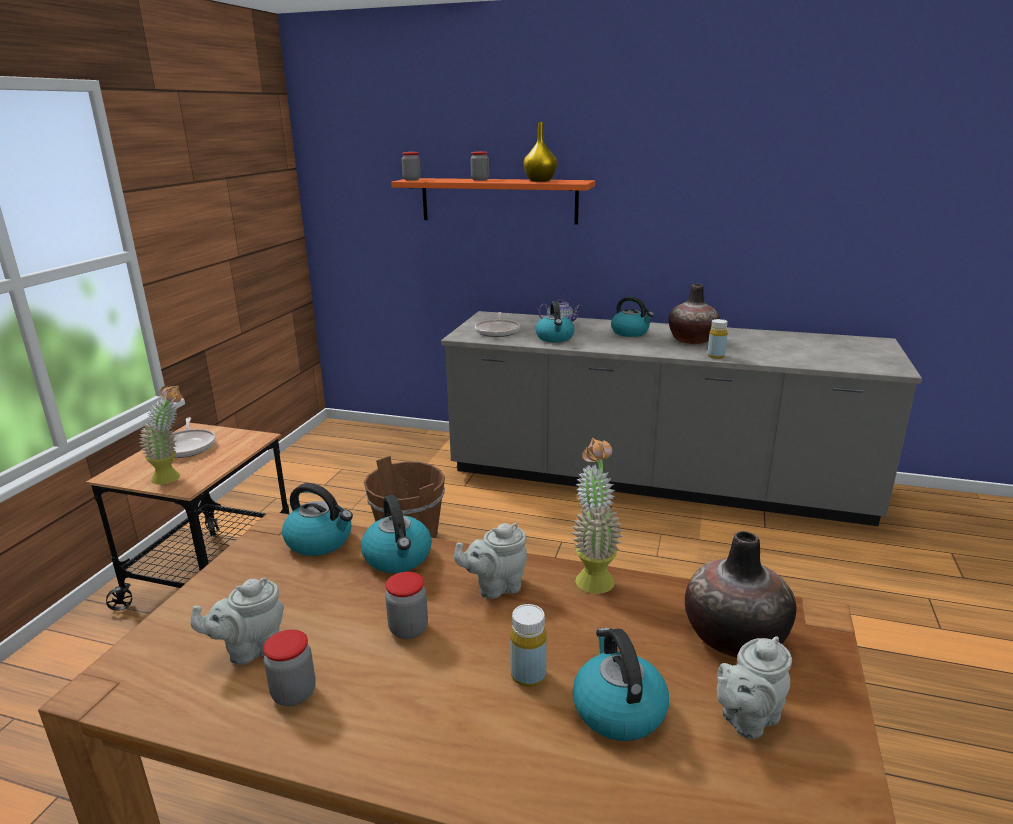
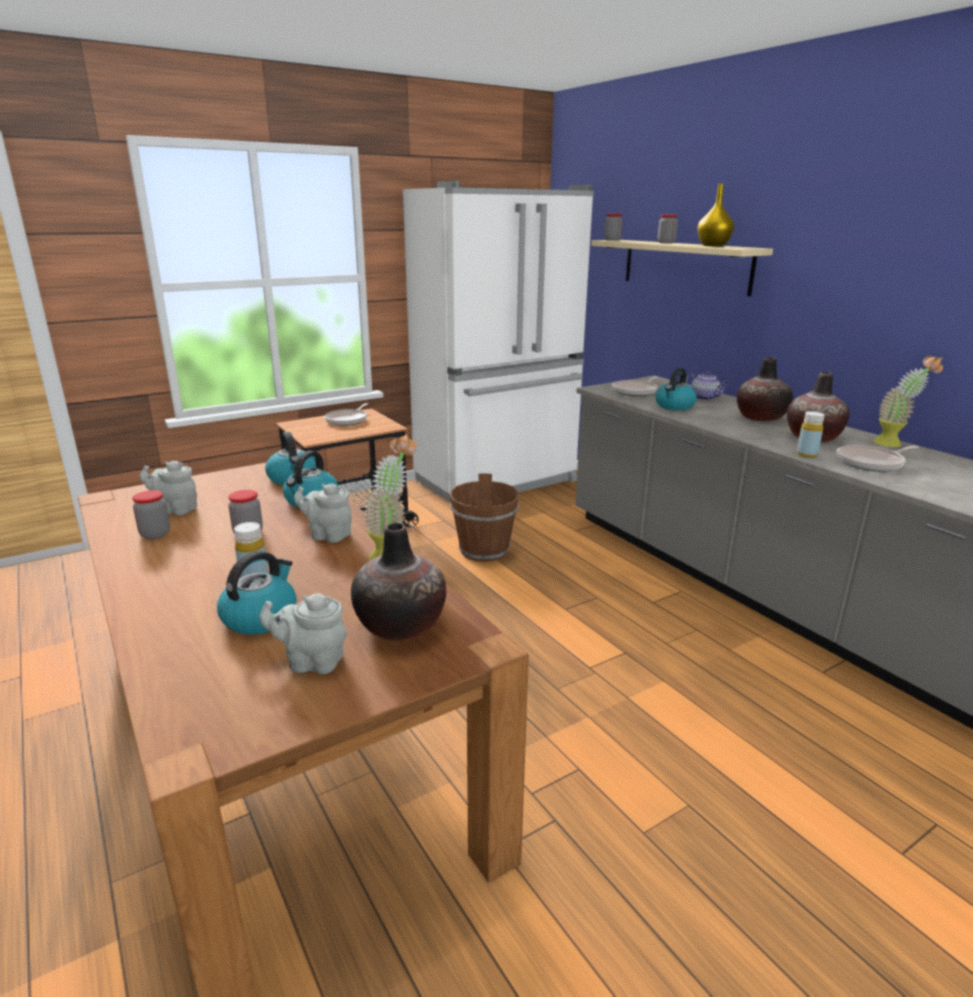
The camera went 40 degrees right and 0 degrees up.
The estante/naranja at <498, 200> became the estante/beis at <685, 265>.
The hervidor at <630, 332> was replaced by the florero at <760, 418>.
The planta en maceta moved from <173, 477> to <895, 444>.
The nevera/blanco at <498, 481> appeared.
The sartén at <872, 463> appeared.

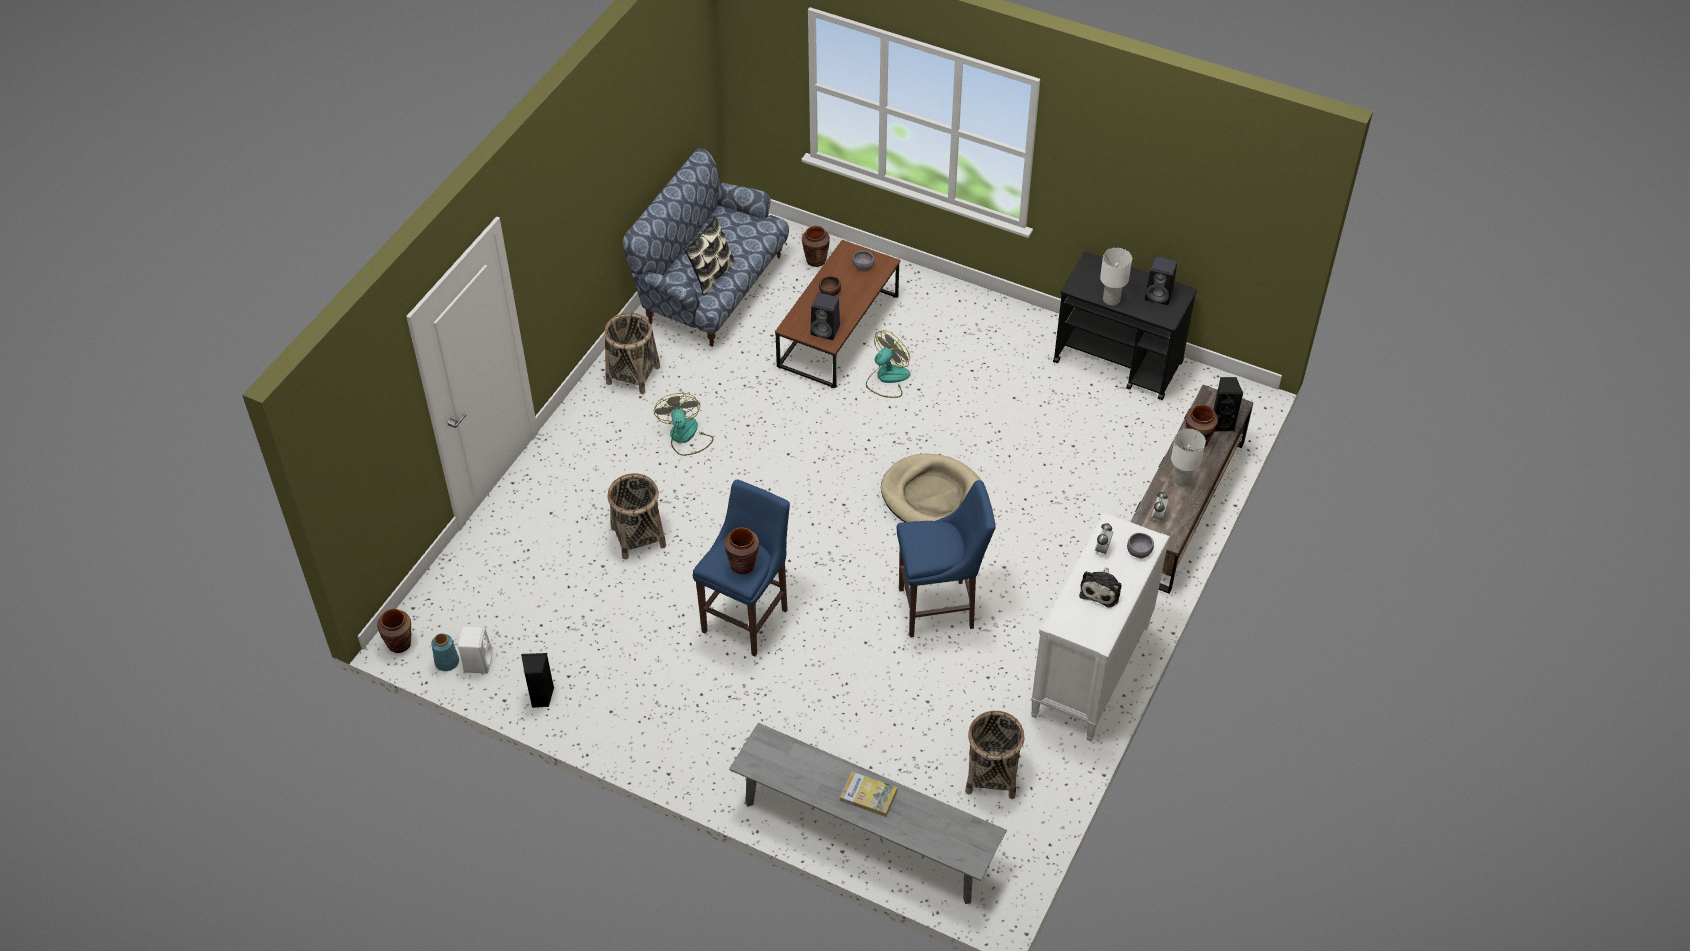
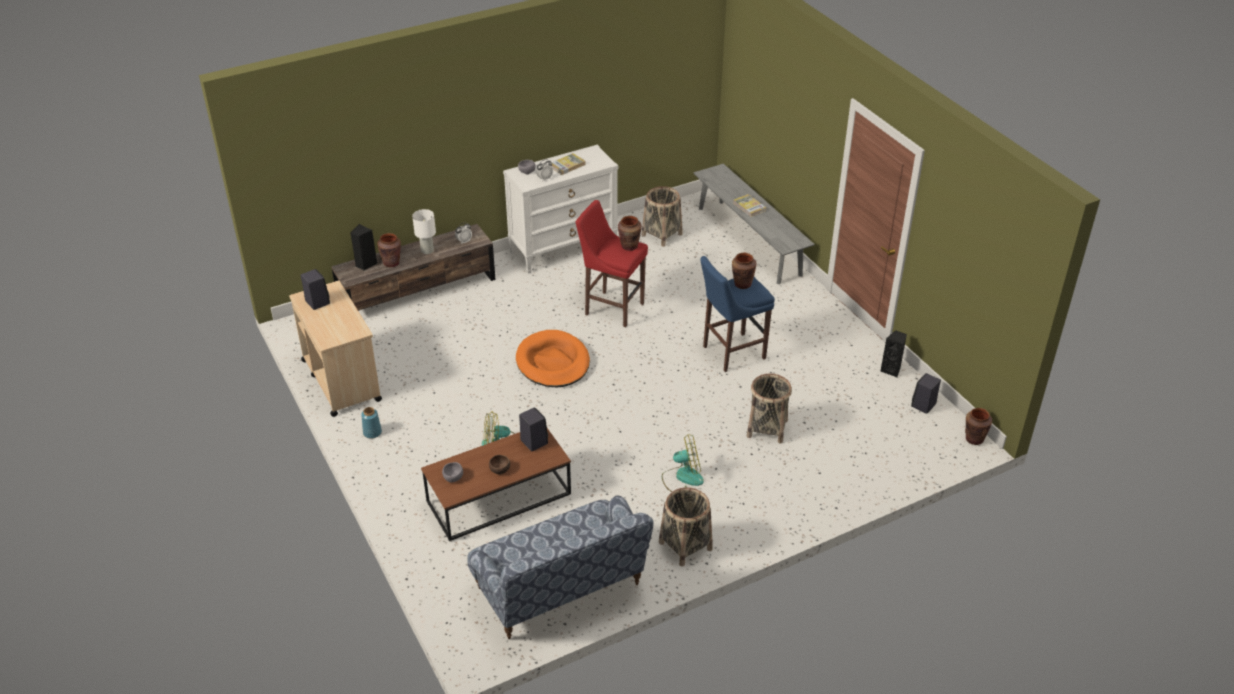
The camera went 145 degrees left and 10 degrees down.
The cojín at <711, 275> disappeared.
The florero/marrón moved from <816, 260> to <629, 246>.
The lámpara de mesa/blanco at <1111, 300> disappeared.
The carrito/negro at <1119, 362> became the carrito/beis at <341, 380>.
The ventilador at <685, 437> turned 120 degrees counterclockwise.
The cama para perro/beis at <933, 496> became the cama para perro/naranja at <553, 362>.
The taburete/azul at <940, 608> became the taburete/rojo at <612, 308>.
The peluche at <1101, 590> was replaced by the libro at <567, 165>.
The altavoz/blanco at <478, 661> became the altavoz/negro at <923, 406>.
The florero/azul moved from <447, 661> to <372, 432>.

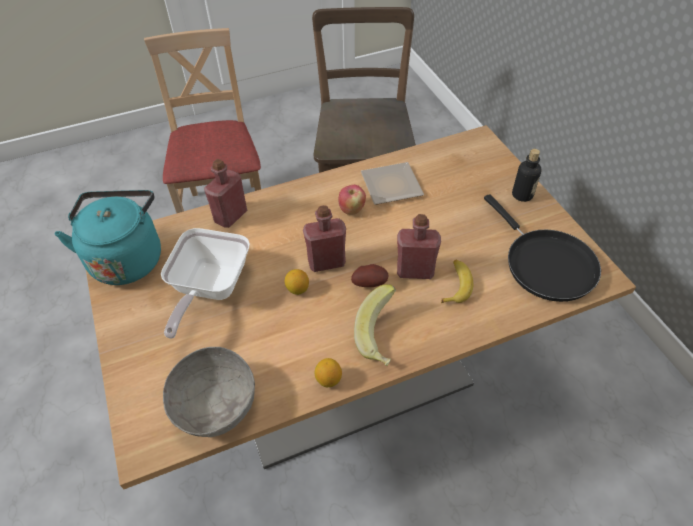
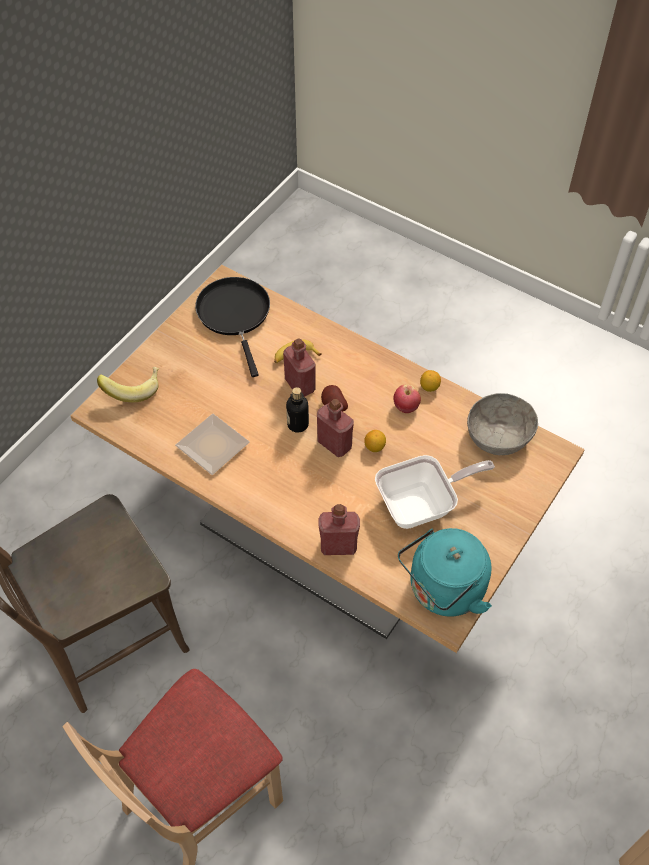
The camera went 125 degrees left and 5 degrees up.
The botella moved from <522, 195> to <298, 424>.
The manzana moved from <351, 209> to <406, 407>.
The sartén/negro at <545, 264> turned 45 degrees counterclockwise.
The plátano moved from <381, 337> to <133, 389>.

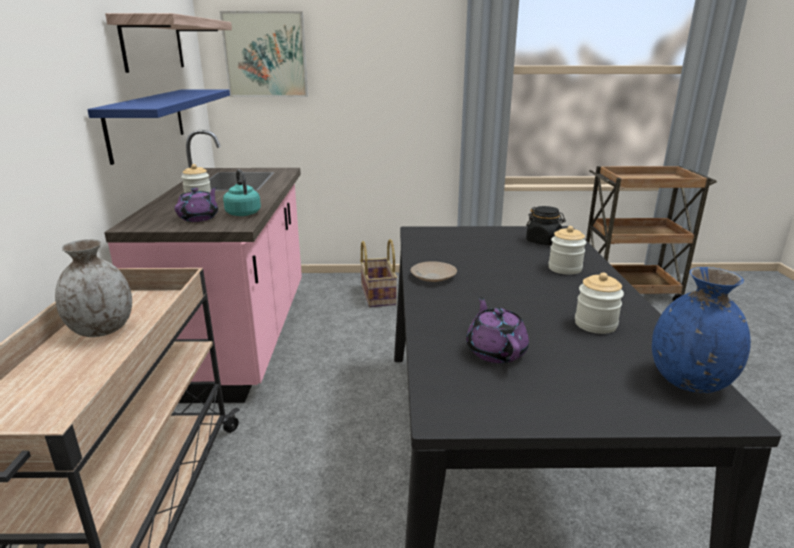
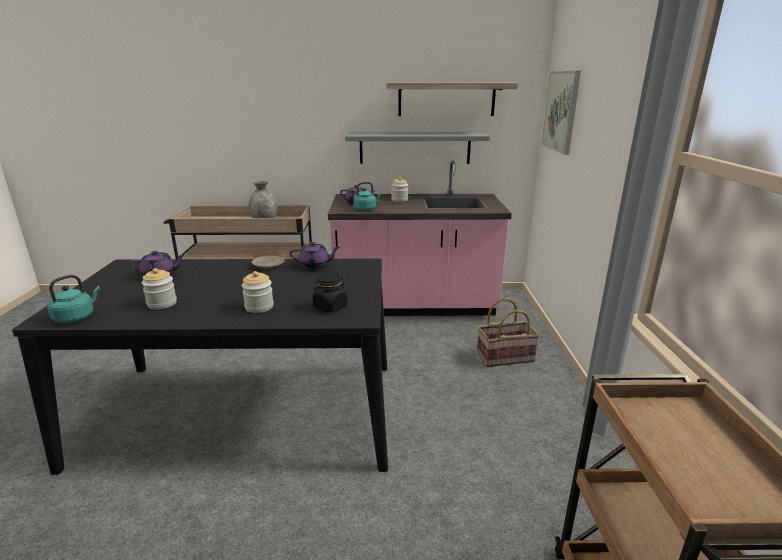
The camera went 90 degrees right and 0 degrees up.
The estante/azul at <147, 122> became the estante/gris at <415, 148>.
The florero/azul at <689, 381> was replaced by the hervidor/turquesa at <76, 317>.
The tetera/morado at <315, 265> appeared.

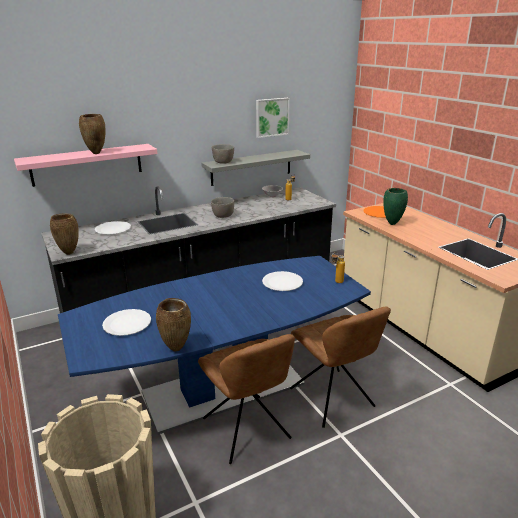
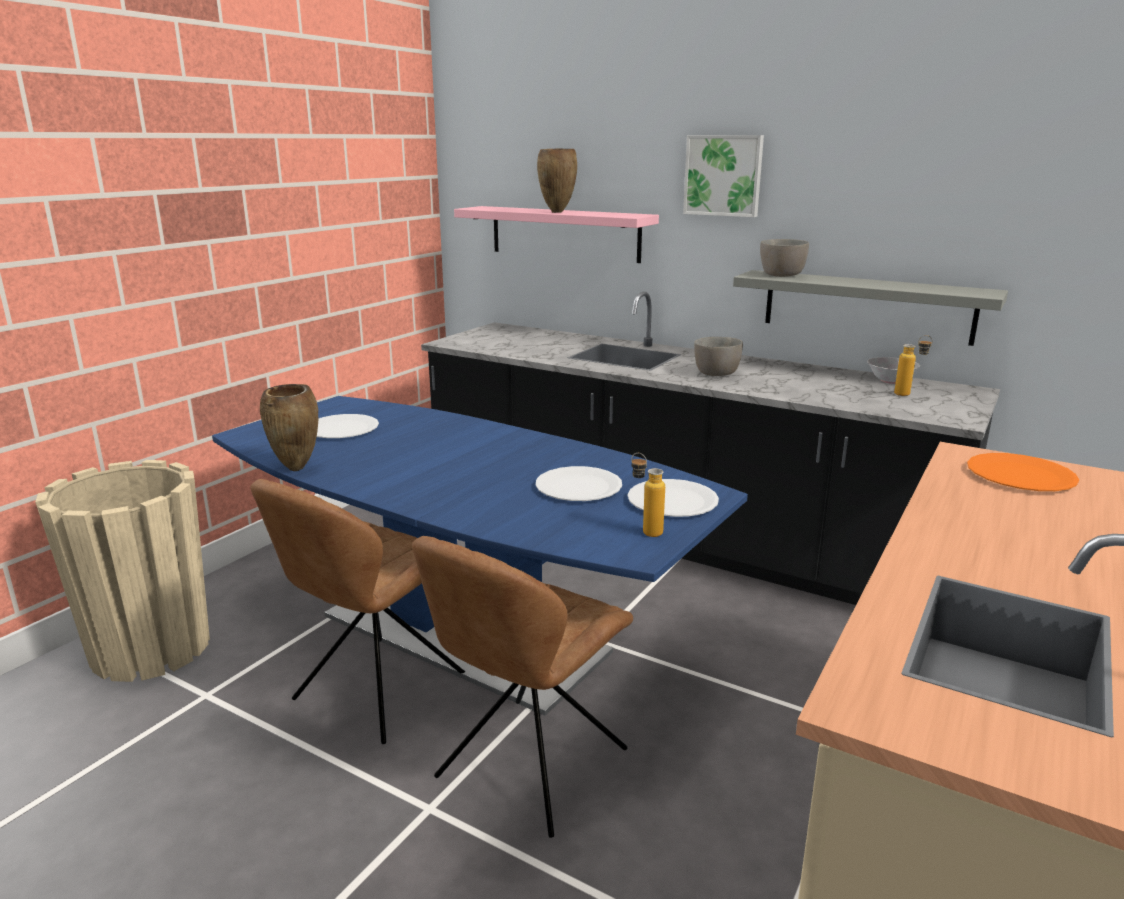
The camera went 60 degrees right and 5 degrees down.
The cuadro moved from <271, 117> to <723, 175>.
The florero/verde at <392, 224> disappeared.
The florero/marrón at <69, 253> disappeared.
The plato/blanco moved from <113, 229> to <672, 501>.

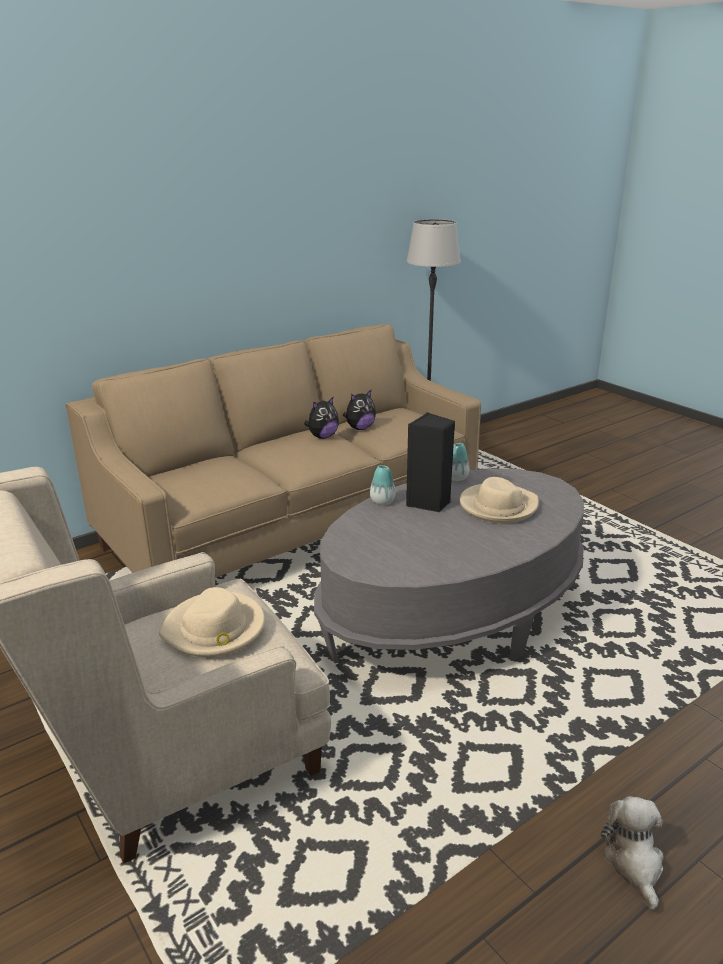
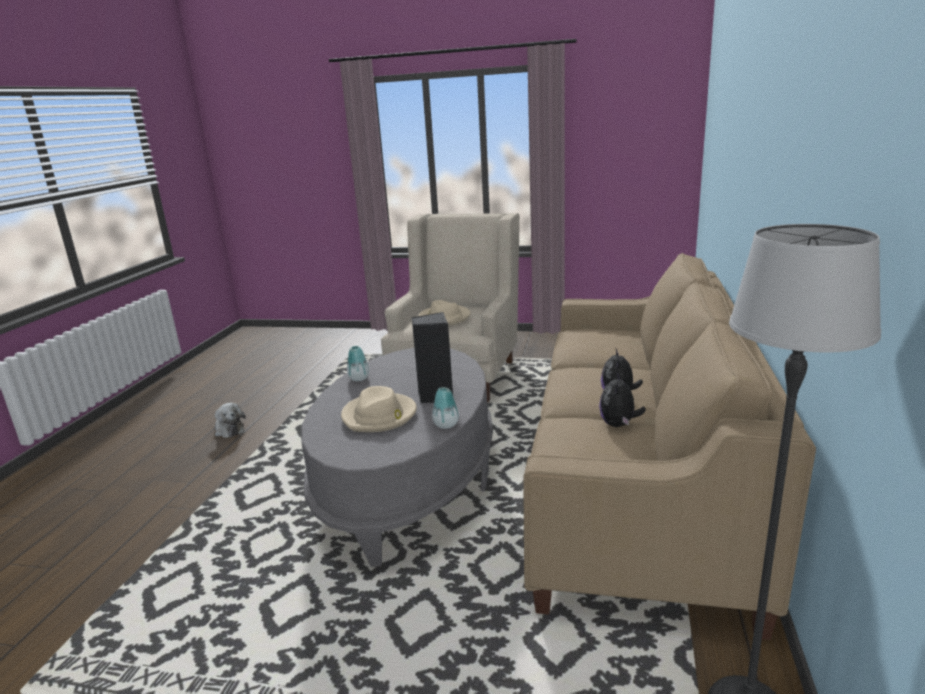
The camera went 140 degrees right and 5 degrees down.
The florero moved from <382, 501> to <359, 378>.

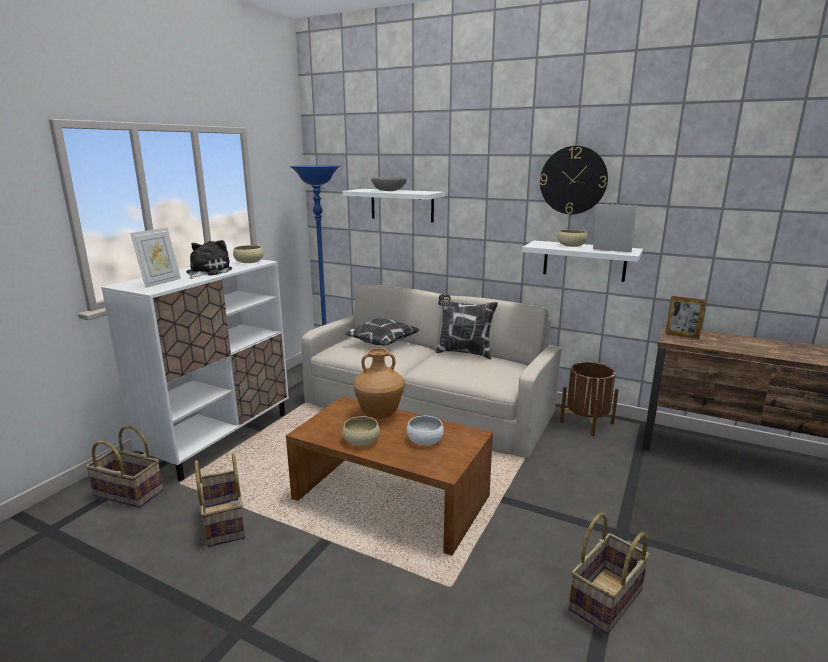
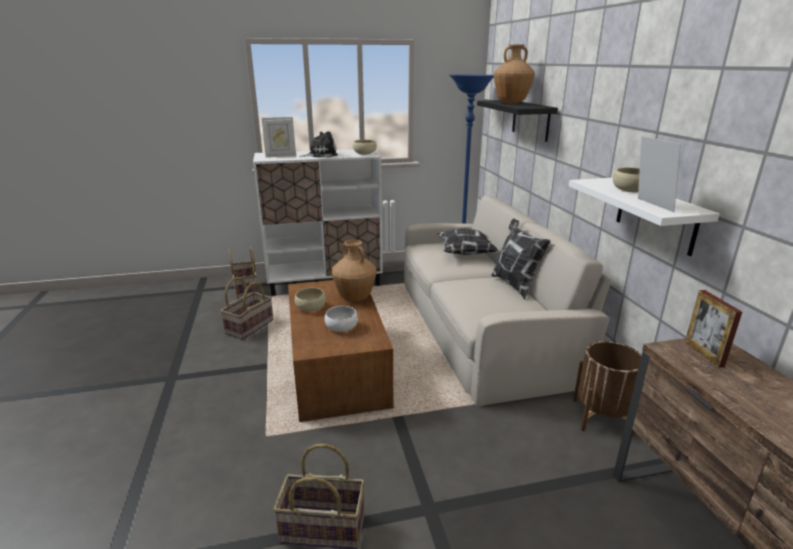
The camera went 50 degrees right and 5 degrees up.
The reloj de pared at <573, 180> disappeared.
The cuenco/gris at <389, 191> was replaced by the florero/marrón at <511, 103>.
The estante/blanco at <402, 205> became the estante/negro at <530, 120>.

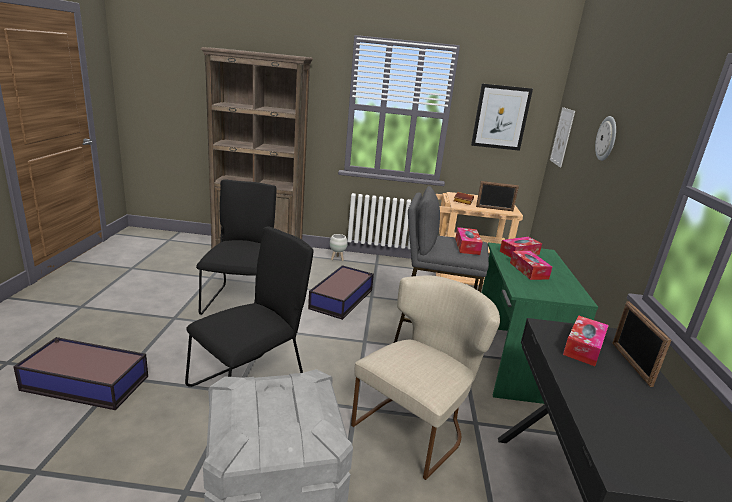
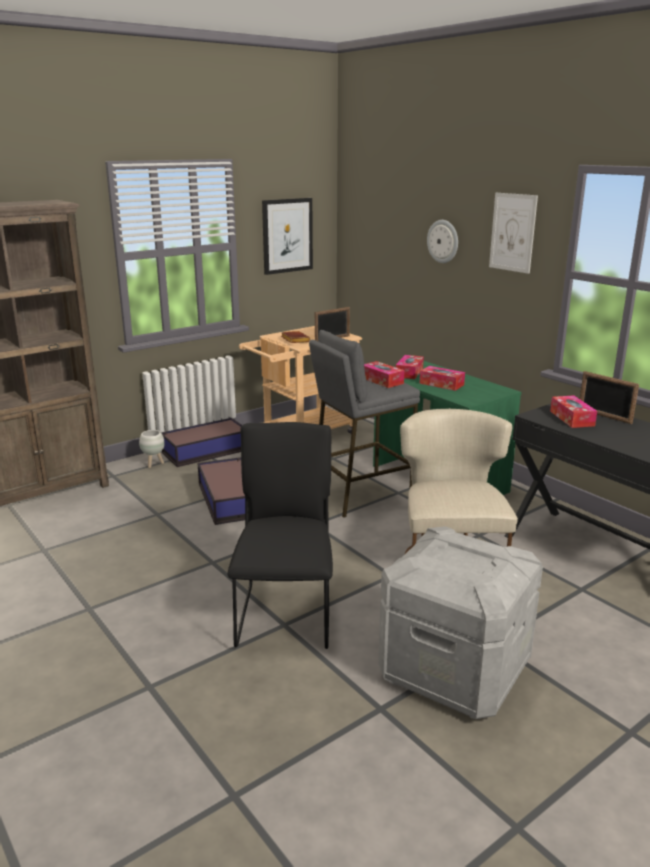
The camera went 40 degrees left and 0 degrees up.
The cuadro moved from <562, 137> to <512, 232>.
The silla/negro at <240, 300> disappeared.
The caja de almacenaje moved from <85, 382> to <204, 451>.

